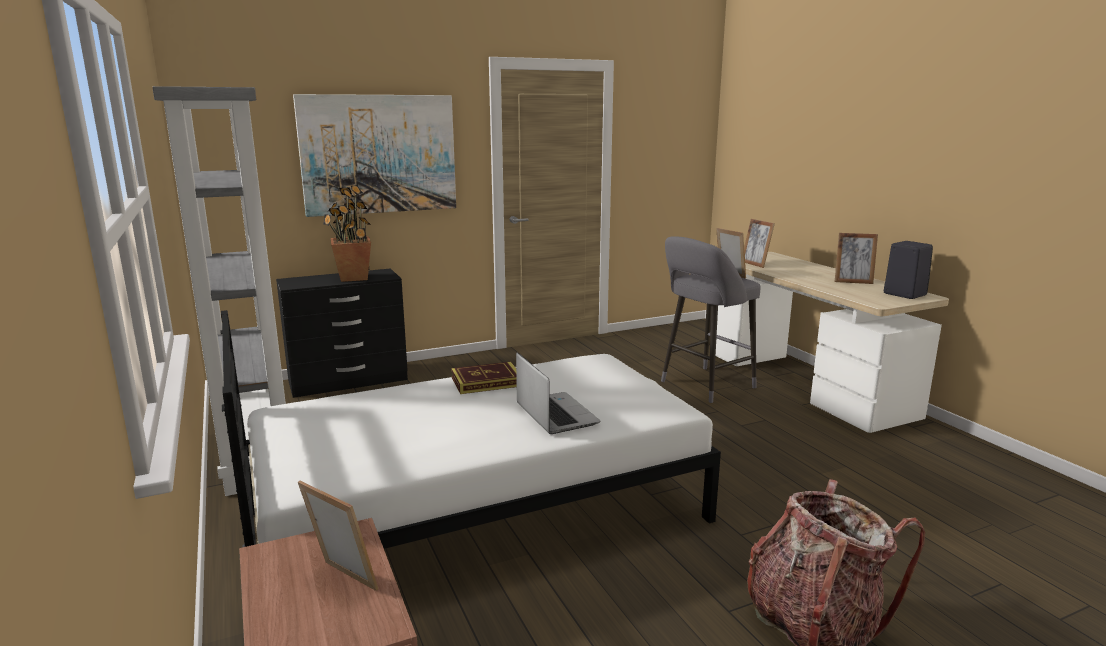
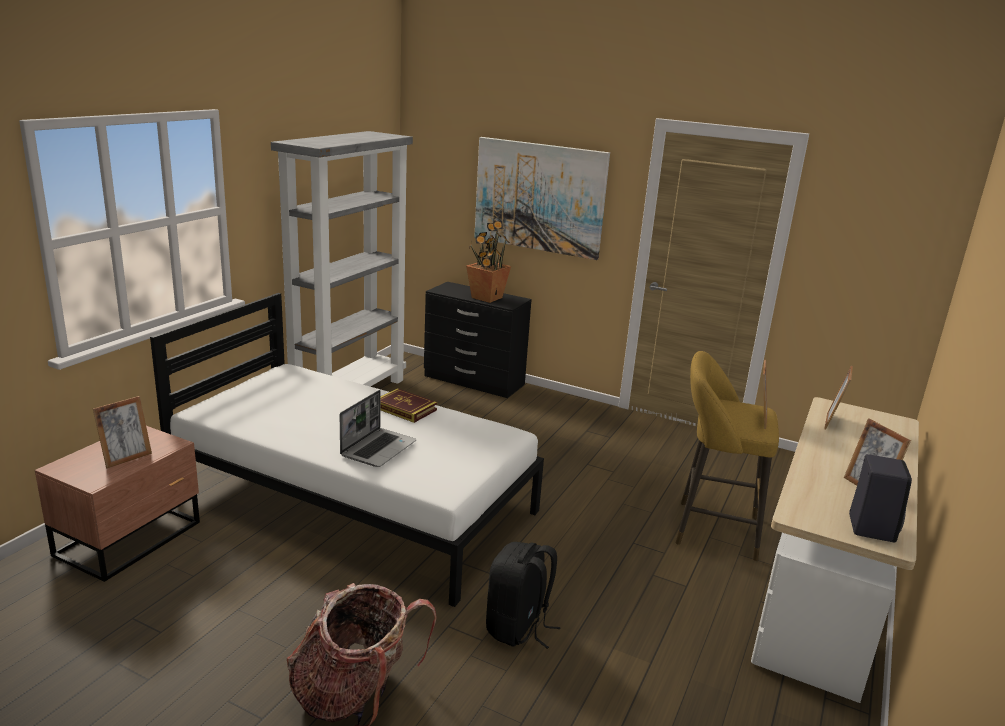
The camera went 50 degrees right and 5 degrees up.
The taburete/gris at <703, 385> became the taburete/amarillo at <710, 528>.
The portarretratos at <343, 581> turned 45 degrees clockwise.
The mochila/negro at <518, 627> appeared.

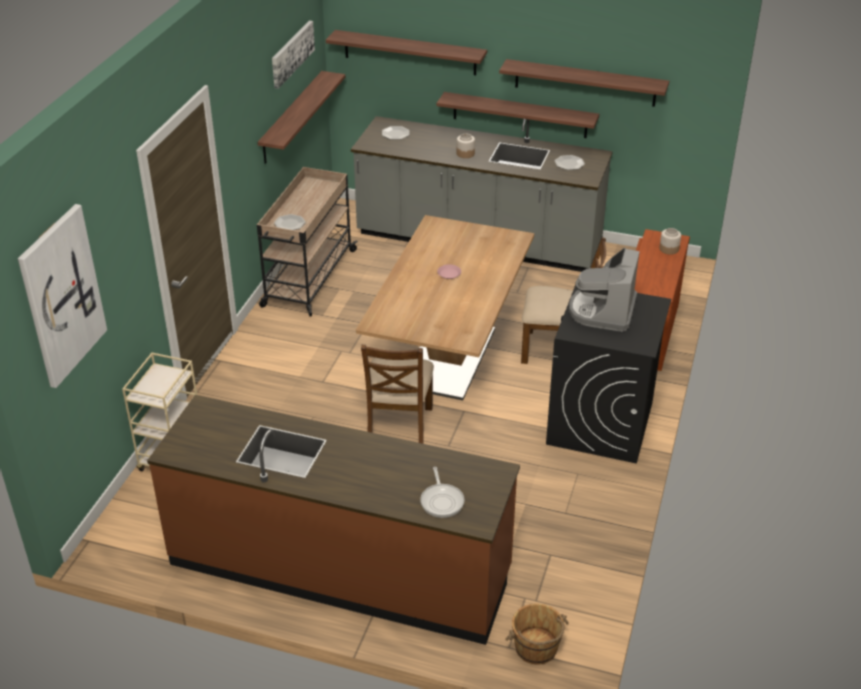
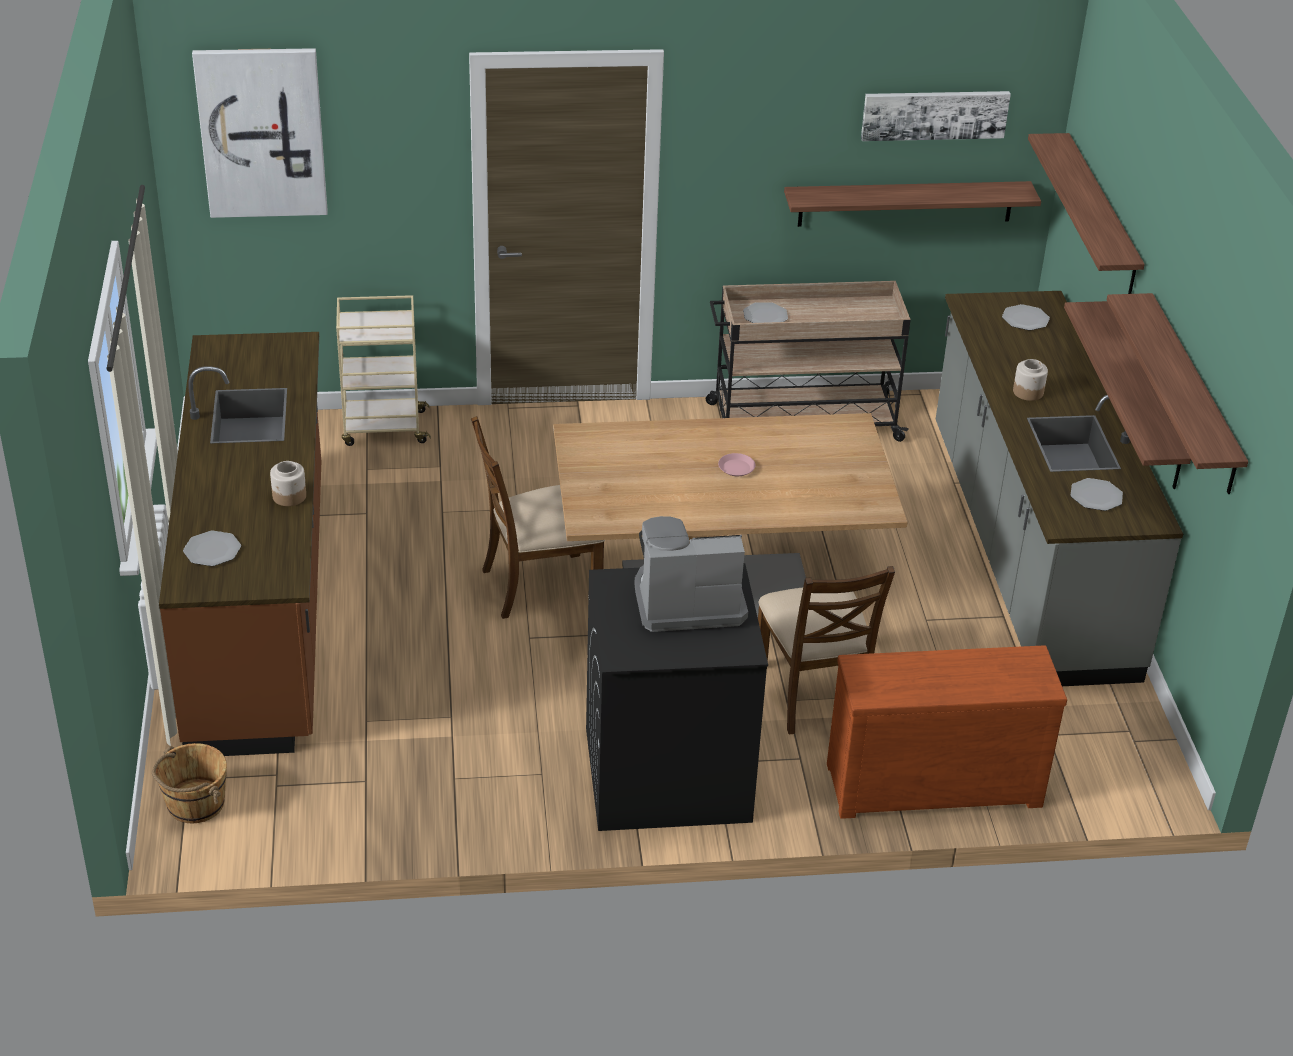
The camera went 65 degrees right and 0 degrees up.
The tarro moved from <669, 249> to <289, 496>.
The sartén at <442, 501> was replaced by the plato at <212, 550>.

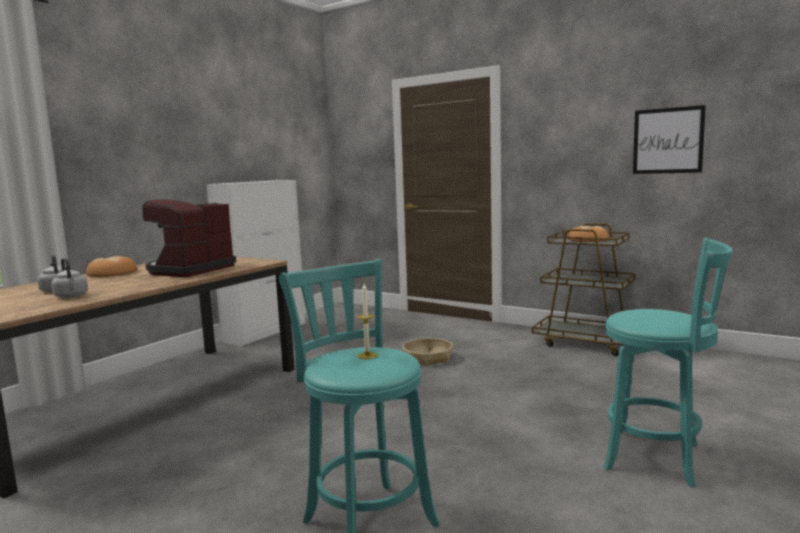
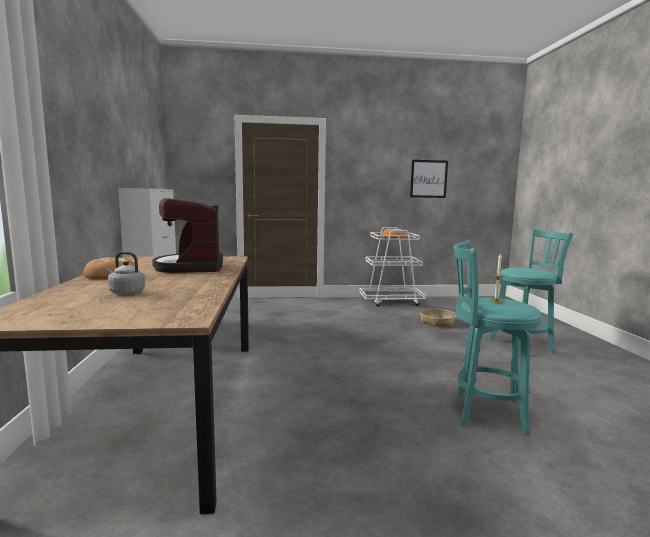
The camera went 40 degrees left and 0 degrees up.
The carrito/marrón at <586, 343> became the carrito/blanco at <391, 302>.
The hervidor/gris at <71, 296> disappeared.
The cesta moved from <427, 358> to <437, 322>.

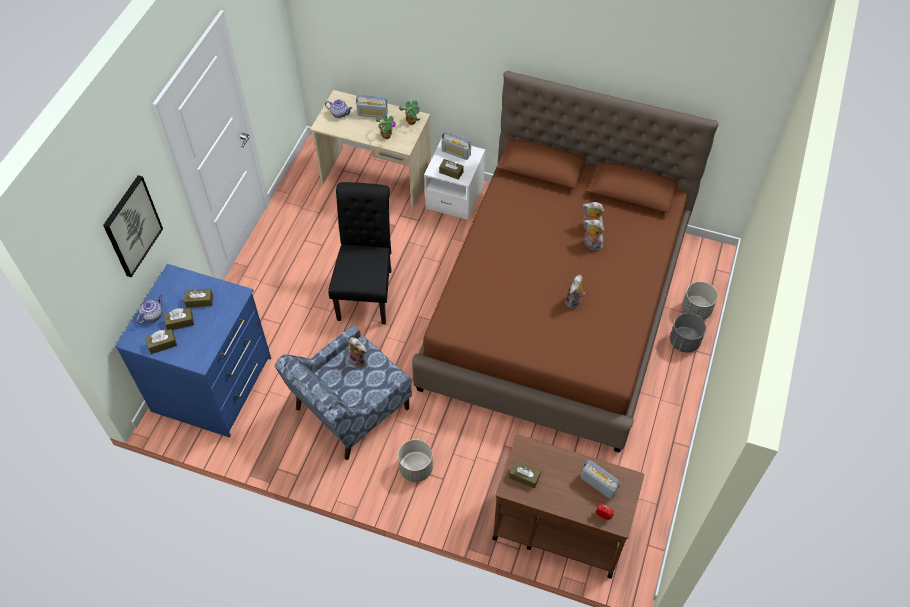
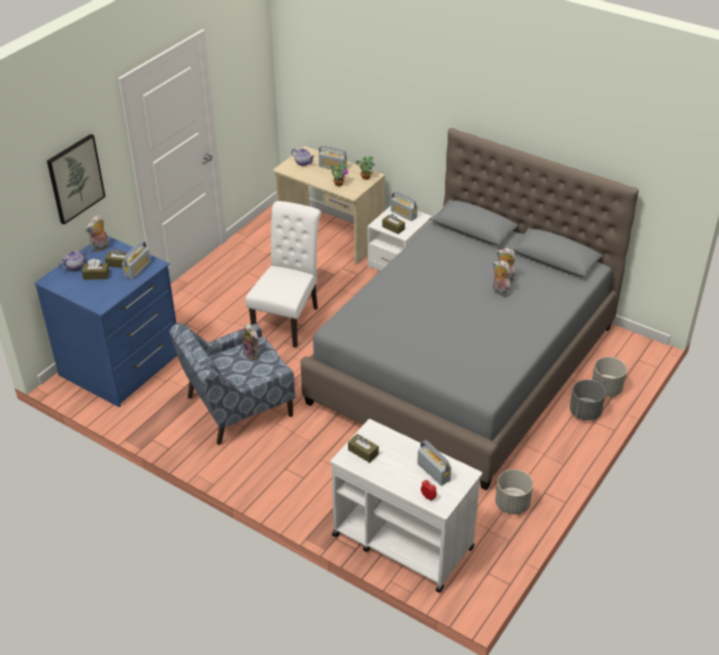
The camera went 15 degrees right and 15 degrees down.
The cama/marrón at <555, 309> became the cama/gris at <464, 364>.
The silla/negro at <366, 290> became the silla/blanco at <288, 319>.
The peluche moved from <574, 302> to <101, 248>.
The caja de pañuelos/marrón at <162, 344> disappeared.
The carrito/marrón at <559, 528> became the carrito/blanco at <402, 541>.
The maceta/gris moved from <416, 469> to <512, 504>.
The radio at <137, 269> appeared.

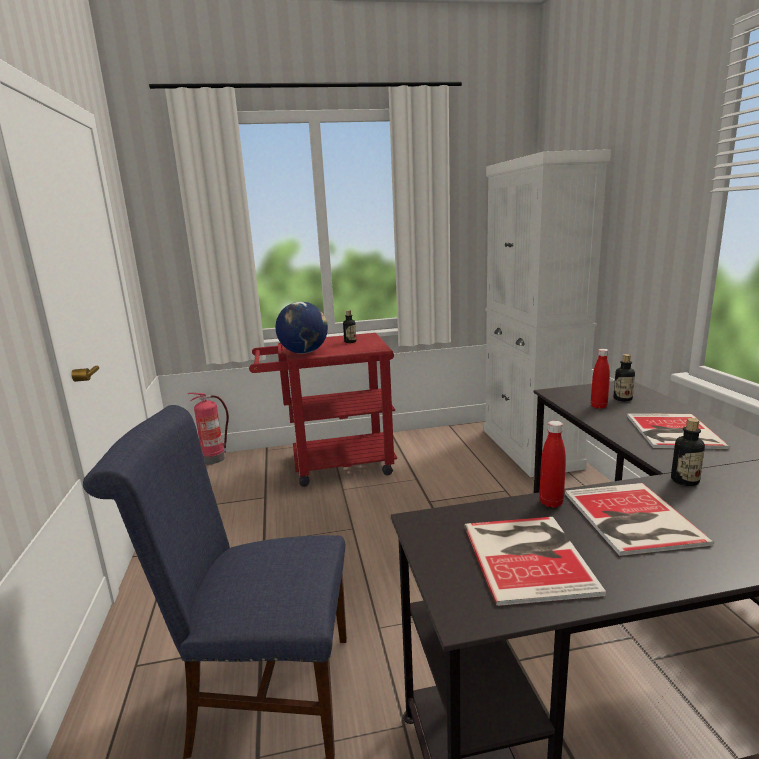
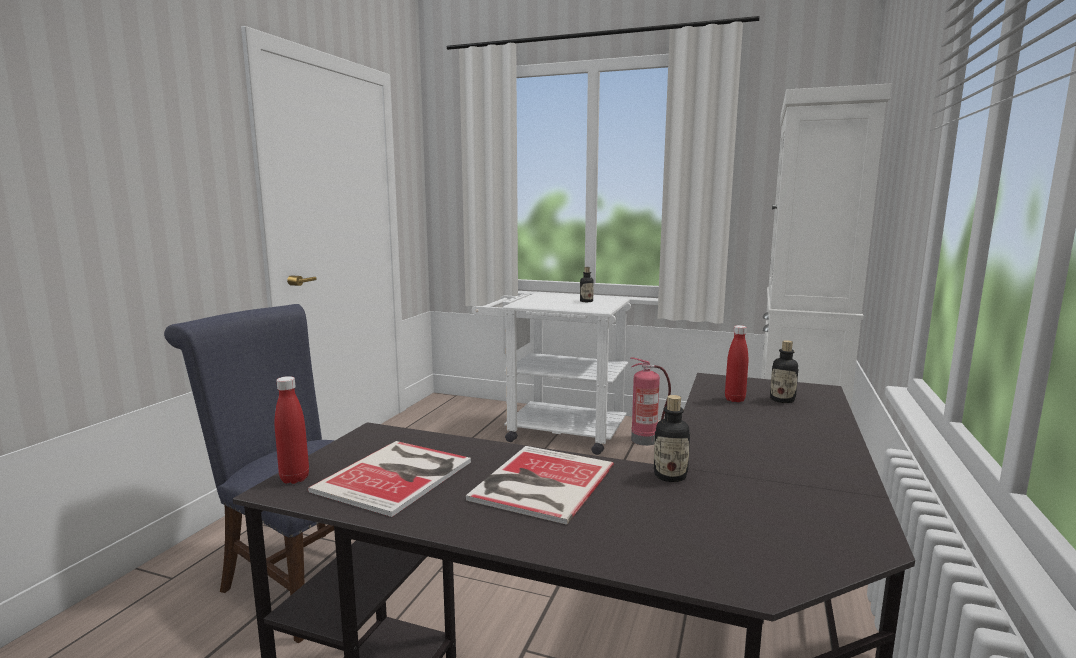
The camera went 30 degrees right and 5 degrees down.
The globo terráqueo at <304, 352> disappeared.
The carrito/rojo at <332, 465> became the carrito/blanco at <554, 431>.
The extintor moved from <215, 458> to <645, 440>.
The libro at <672, 432> disappeared.
The botella/rojo moved from <551, 503> to <294, 478>.

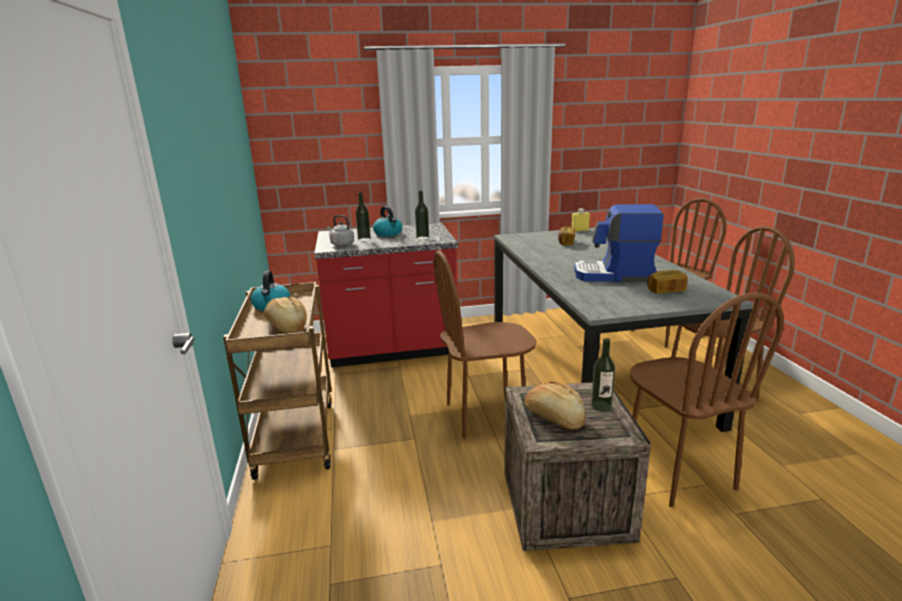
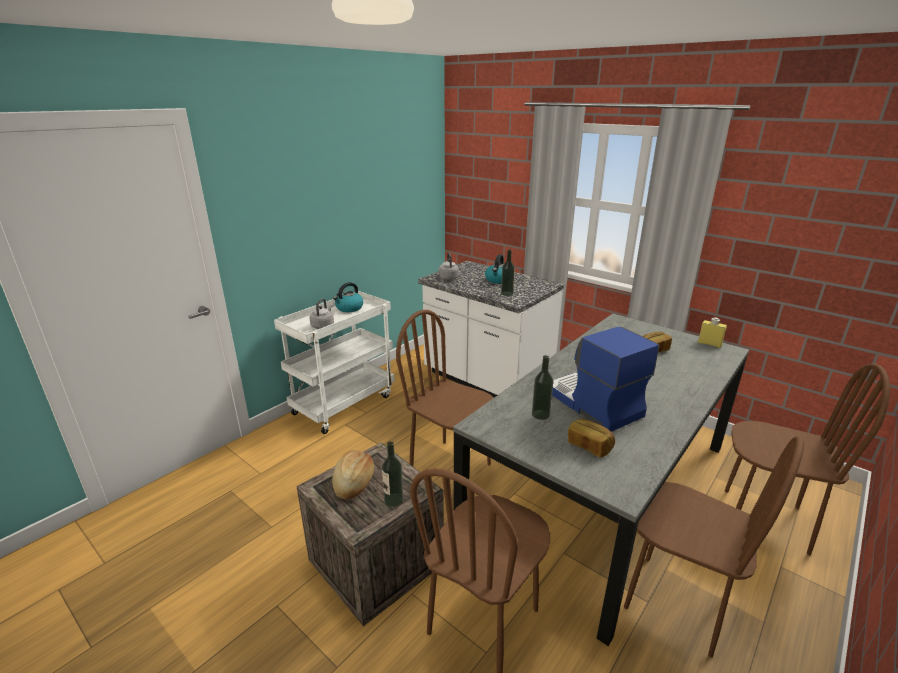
The camera went 50 degrees right and 5 degrees up.
The botella moved from <364, 239> to <540, 414>.
The mueble bajo de cocina/rojo at <392, 349> became the mueble bajo de cocina/blanco at <486, 380>.
The carrito/marrón at <294, 436> became the carrito/blanco at <344, 403>.
The pan at <286, 326> was replaced by the hervidor/gris at <323, 326>.

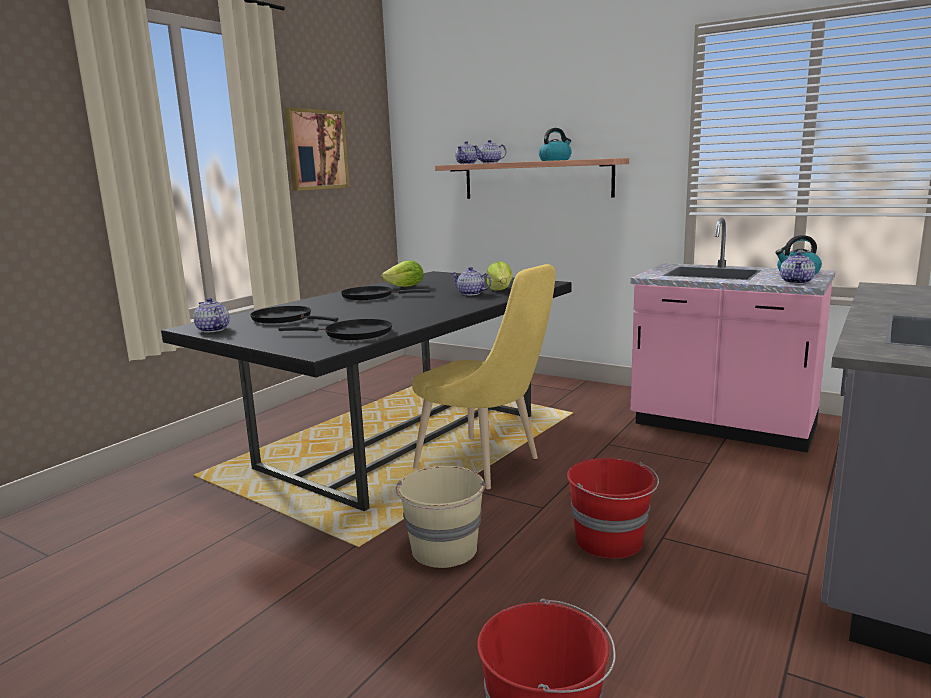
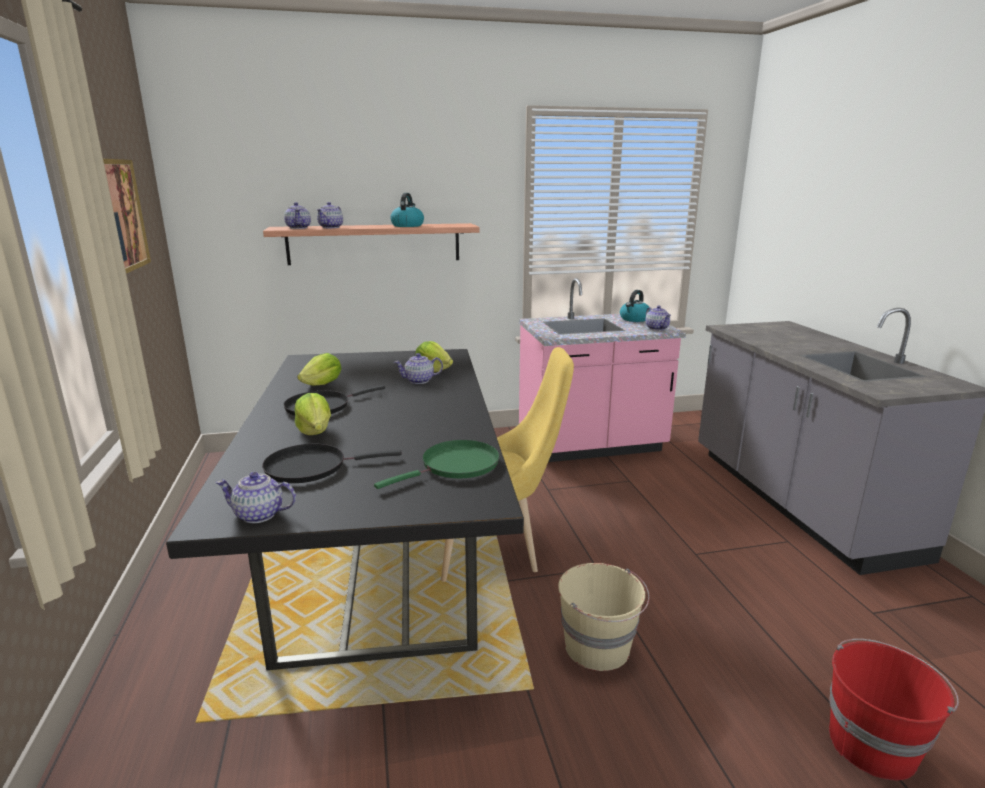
The camera went 45 degrees left and 5 degrees up.
The sartén/negro at <353, 334> became the sartén/verde at <456, 466>.
The cubo/rojo at <610, 541> disappeared.
The lechuga at <315, 431> appeared.

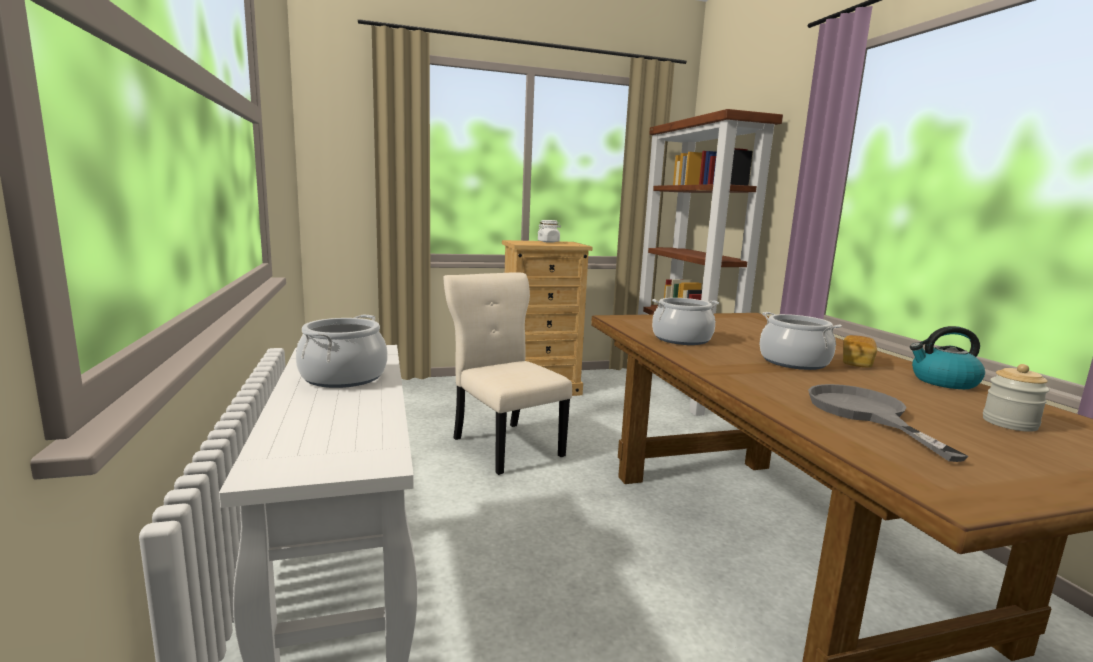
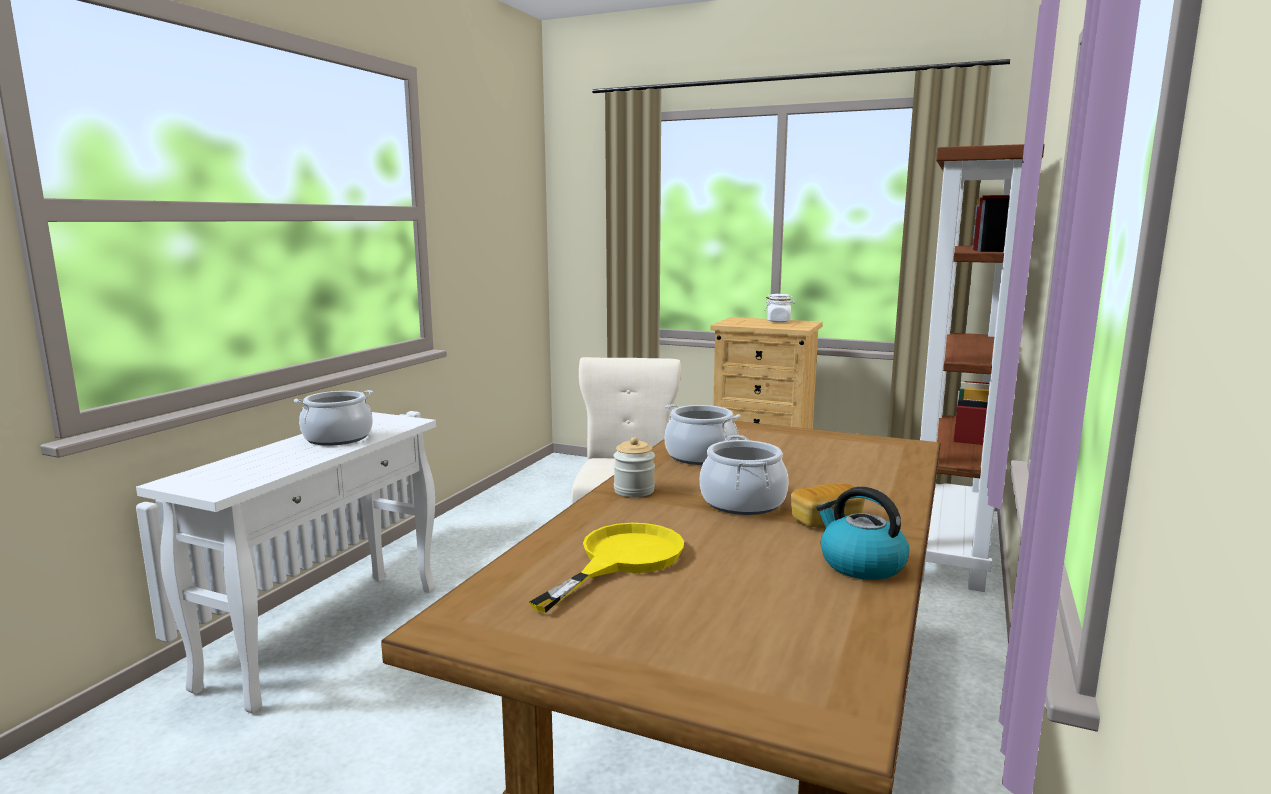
The camera went 40 degrees right and 0 degrees up.
The tarro moved from <1009, 423> to <634, 490>.
The sartén/gris at <865, 414> became the sartén/amarillo at <621, 560>.

